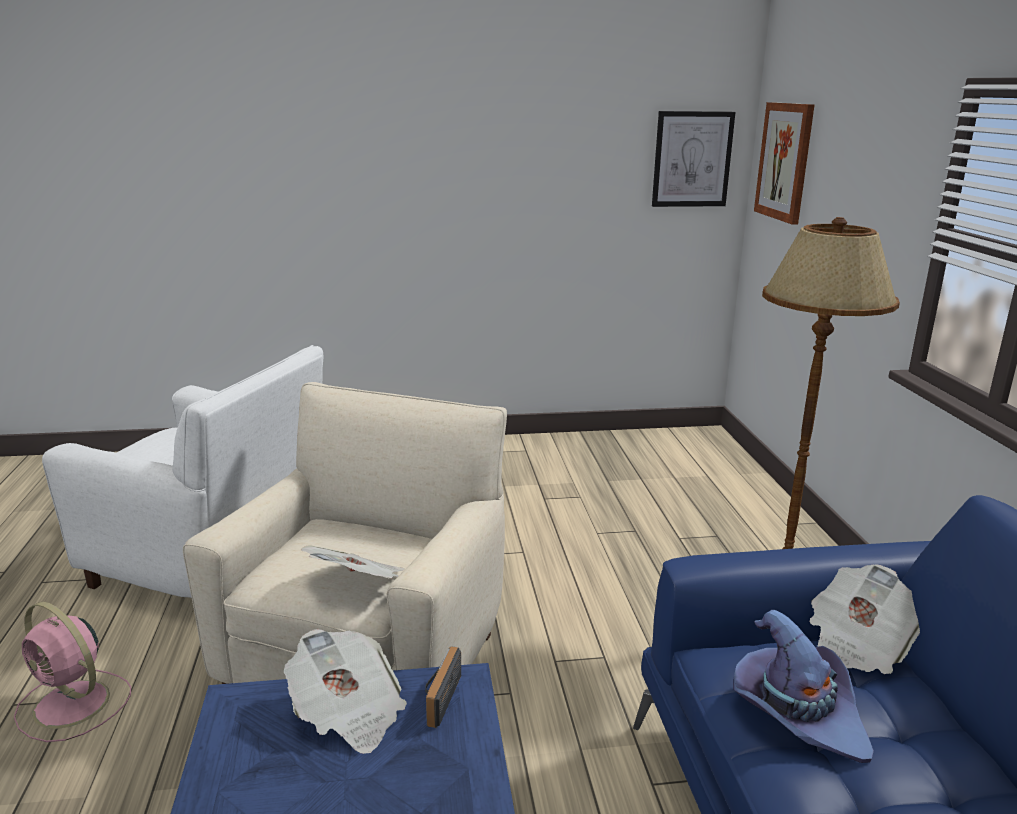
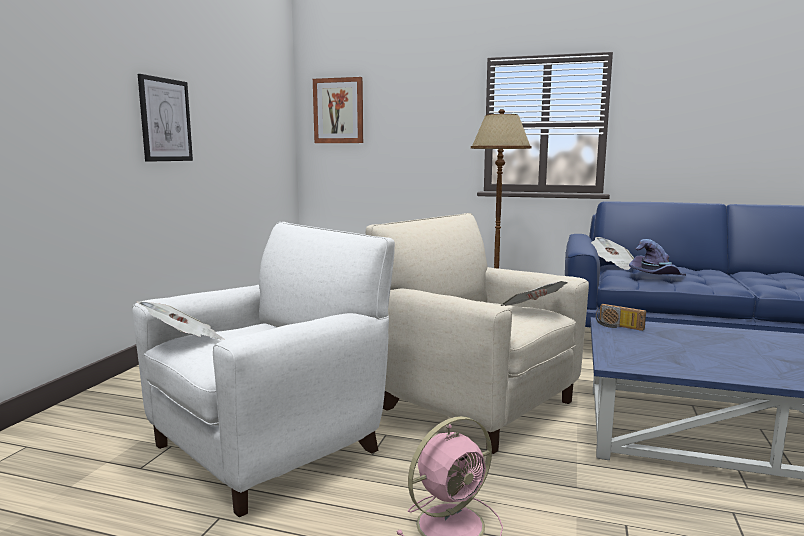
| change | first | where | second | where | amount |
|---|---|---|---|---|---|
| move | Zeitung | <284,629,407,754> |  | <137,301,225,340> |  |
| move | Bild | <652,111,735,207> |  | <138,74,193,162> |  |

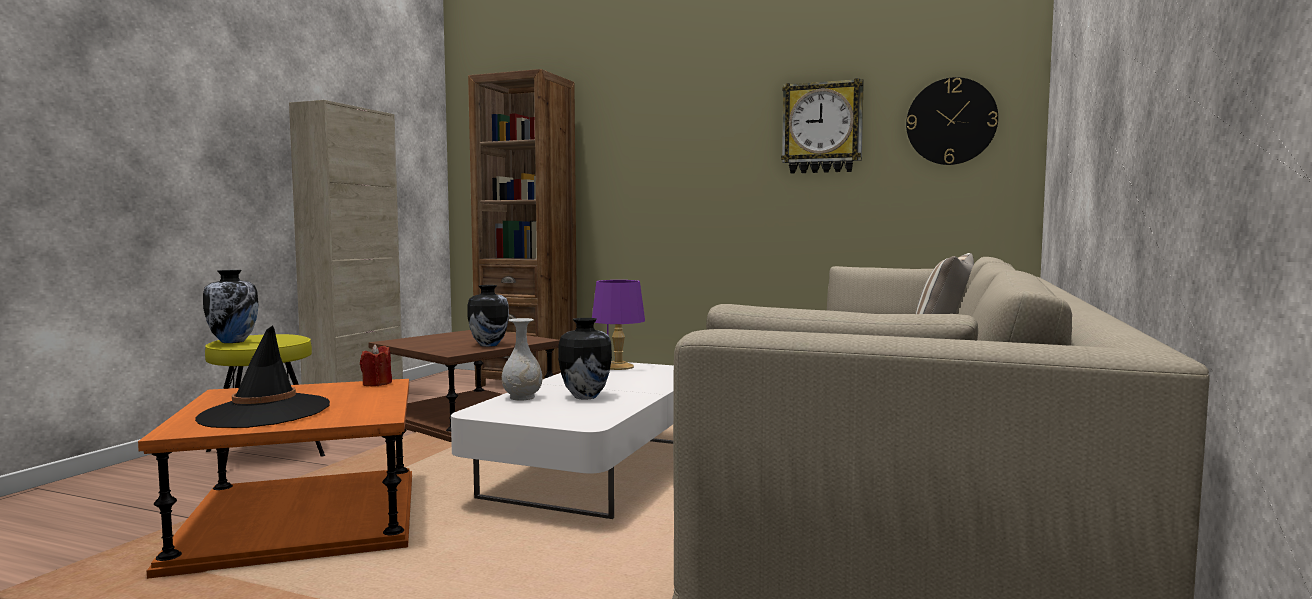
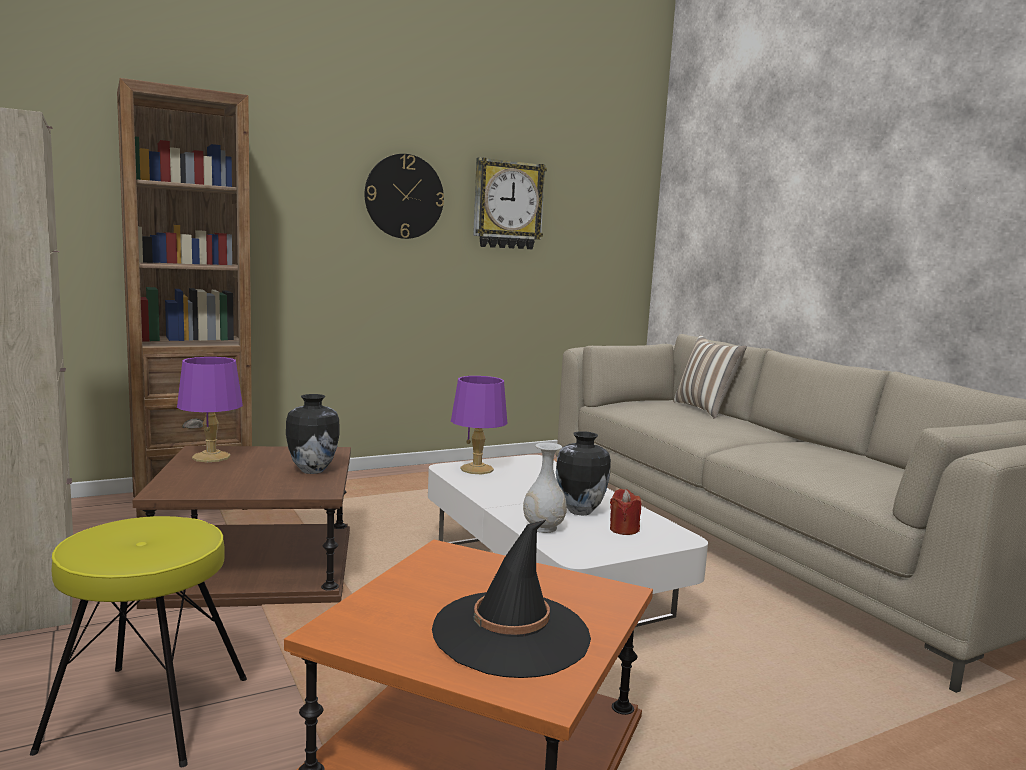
| change | first | where | second | where | amount |
|---|---|---|---|---|---|
| insert |  |  | Tischlampe (lila) | <177,357,243,462> |  |
| move | Wanduhr | <906,77,998,165> |  | <365,154,444,239> |  |
| move | Kerze (rot) | <360,345,392,386> |  | <610,489,641,535> |  |
| delete | Vase | <203,270,258,343> |  |  |  |

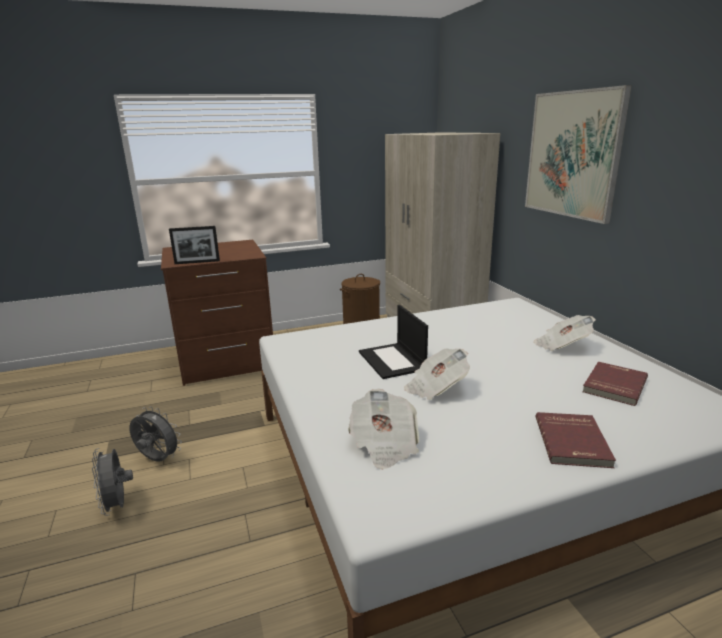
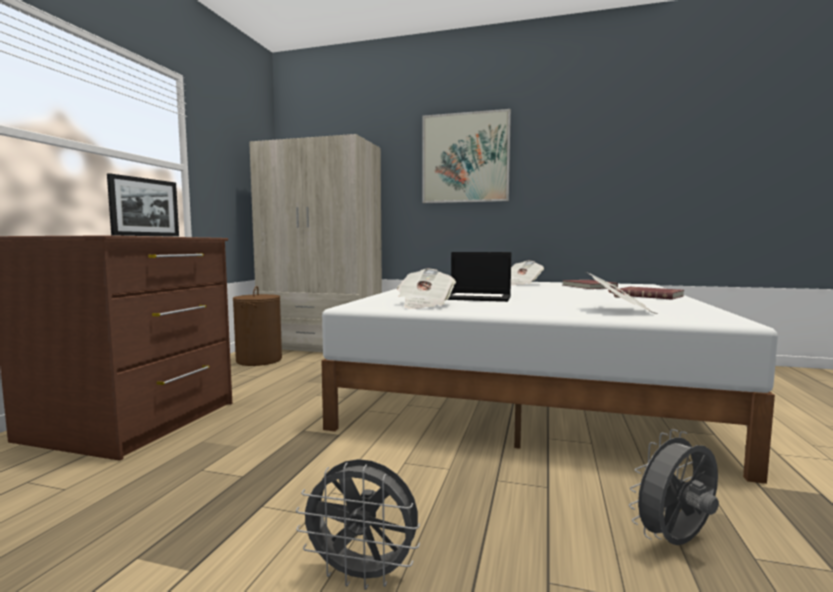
| change | first | where | second | where | amount |
|---|---|---|---|---|---|
| move | Zeitung | <404,348,470,400> |  | <397,269,456,309> |  |
| move | Ventilator (grau) | <129,406,182,461> |  | <629,429,719,545> |  |

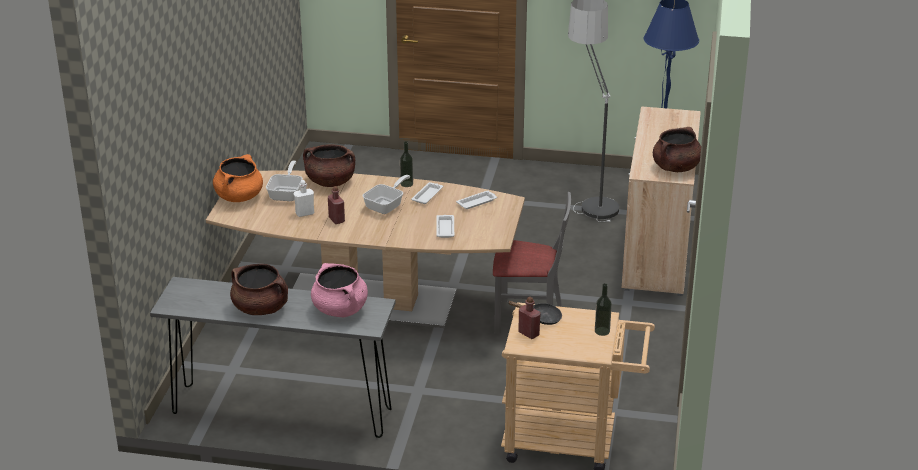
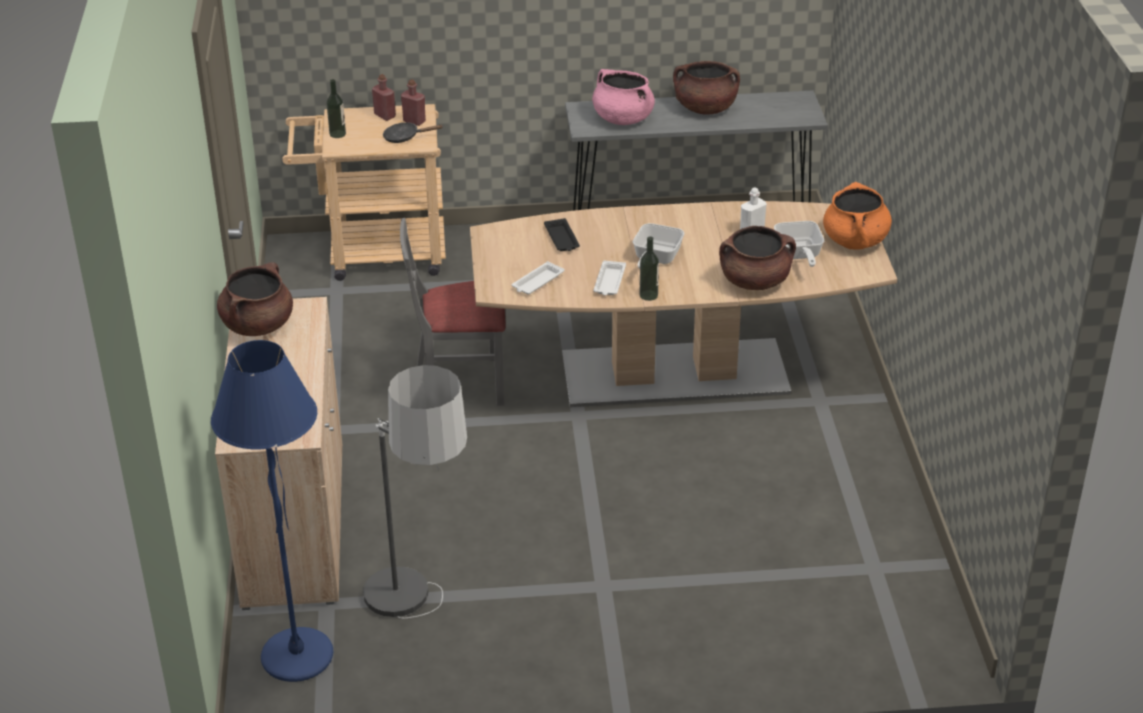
| change | first | where | second | where | amount |
|---|---|---|---|---|---|
| move | Flasche (rot) | <328,186,345,224> |  | <372,74,396,121> |  |
| recolor | Tablett (weiß) | <436,215,454,238> | Tablett (schwarz) | <544,218,580,251> |  |

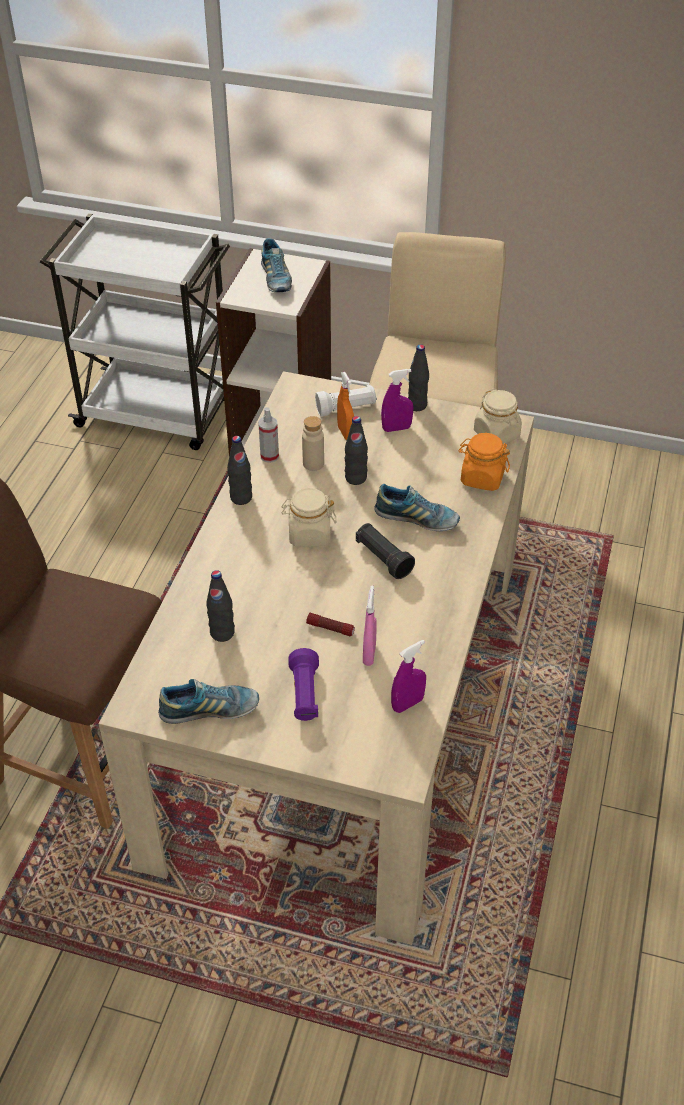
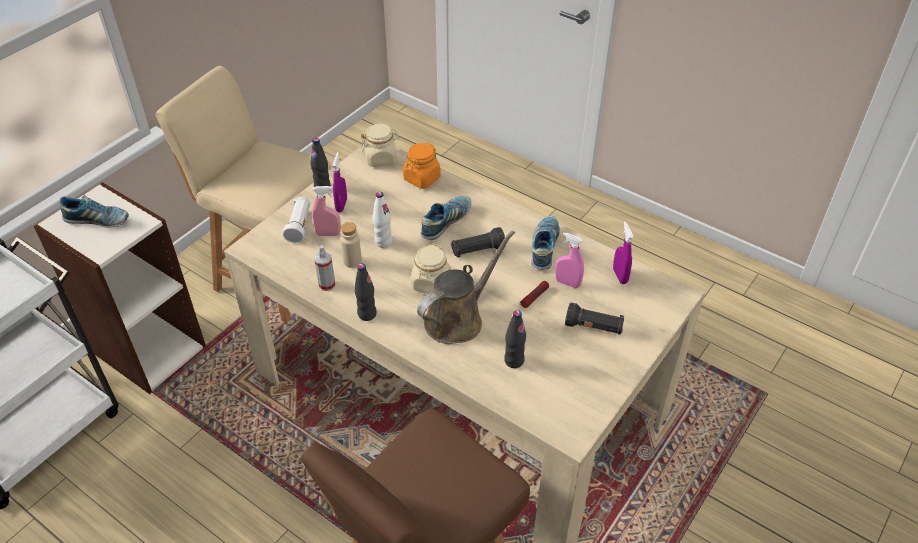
| change | first | where | second | where | amount |
|---|---|---|---|---|---|
| recolor | Sprühflasche (orange) | <337,372,354,440> | Sprühflasche (rosa) | <312,186,341,236> |  |
| recolor | Flasche (schwarz) | <345,416,368,485> | Flasche (weiß) | <372,192,393,248> |  |
| insert |  |  | Gießkanne (braun) | <417,230,515,344> |  |
| move | Schuh | <158,679,259,724> |  | <532,216,560,270> |  |
| recolor | Taschenlampe (lila) | <288,648,319,721> | Taschenlampe (schwarz) | <565,303,624,335> |  |

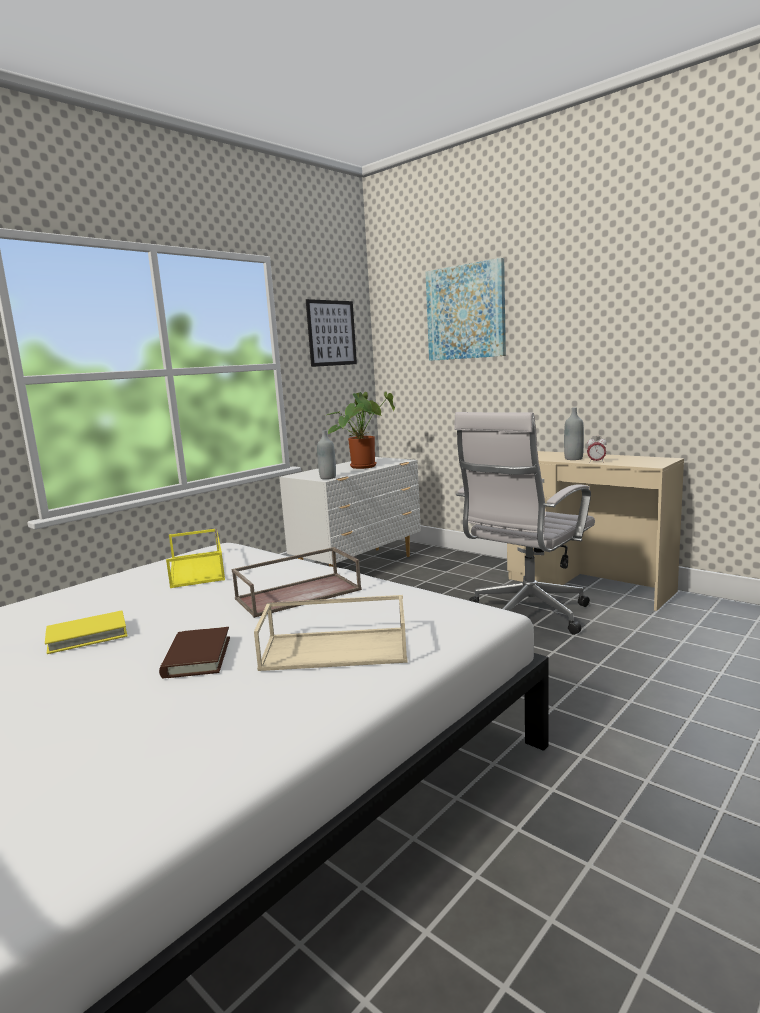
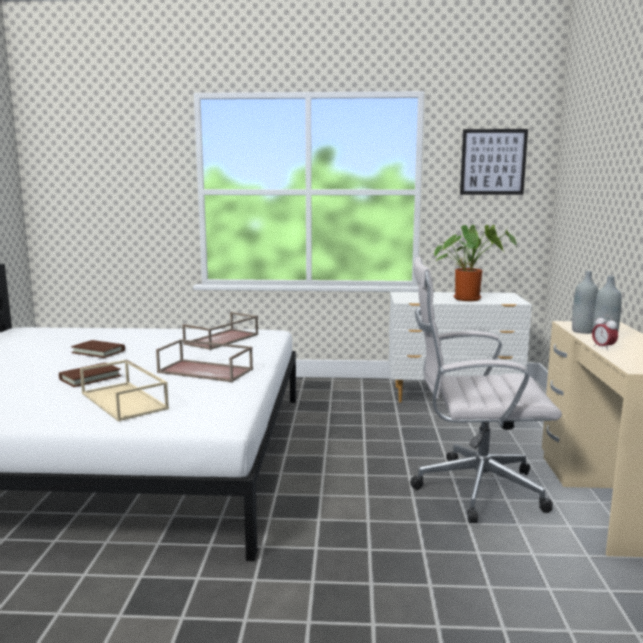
| change | first | where | second | where | amount |
|---|---|---|---|---|---|
| recolor | Buch (gelb) | <45,611,127,654> | Buch (braun) | <71,340,125,358> |  |
| recolor | Tablett (gelb) | <166,528,225,588> | Tablett (braun) | <182,312,258,350> |  |
| move | Flasche (grau) | <317,430,336,479> |  | <572,271,598,334> |  |
| delete | Bild | <425,258,506,361> |  |  |  |

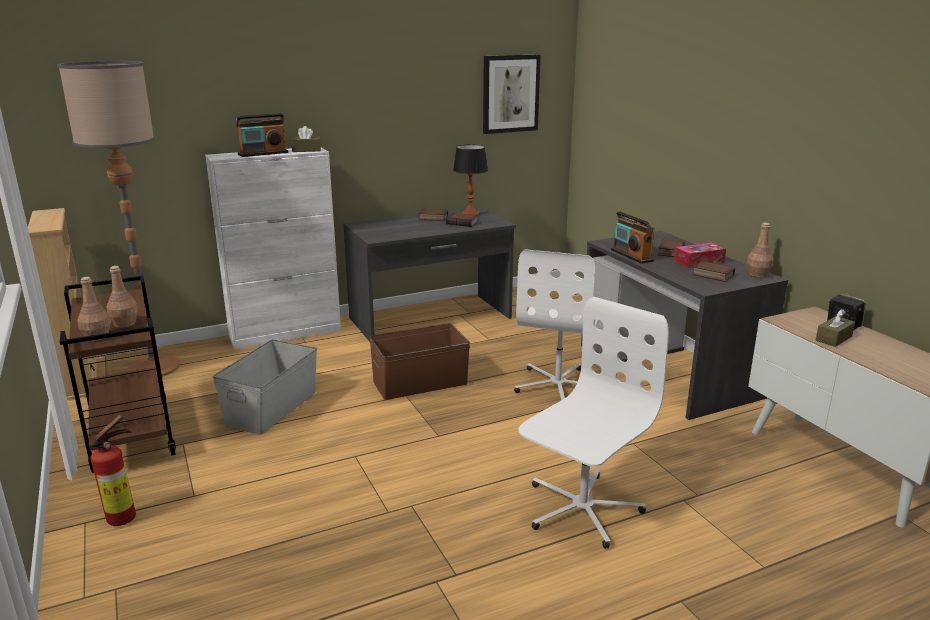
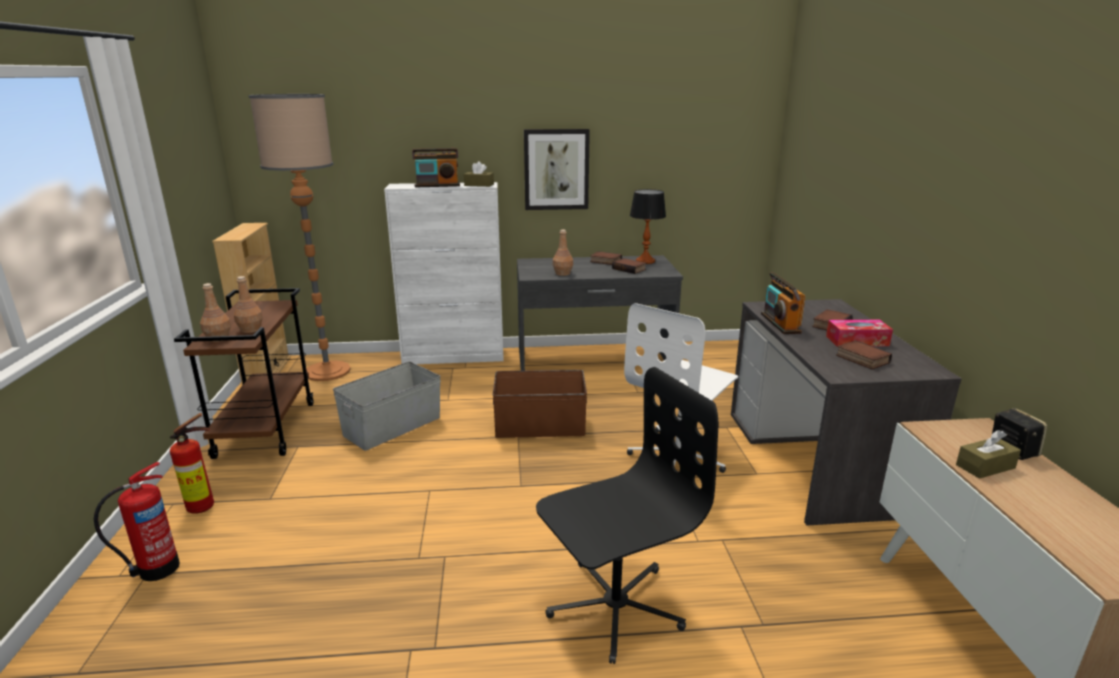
| change | first | where | second | where | amount |
|---|---|---|---|---|---|
| insert |  |  | Feuerlöscher | <94,462,180,581> |  |
| move | Bild | <483,54,541,134> |  | <524,129,590,210> |  |
| recolor | Bürostuhl (weiß) | <518,297,669,549> | Bürostuhl (schwarz) | <536,367,718,664> |  |
| move | Flasche (braun) | <747,223,774,278> |  | <553,230,573,276> |  |

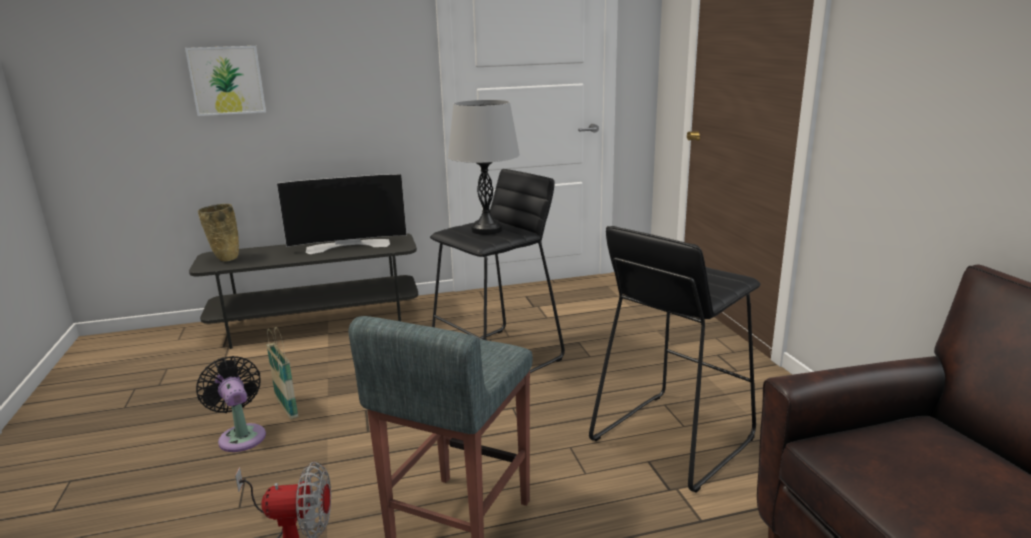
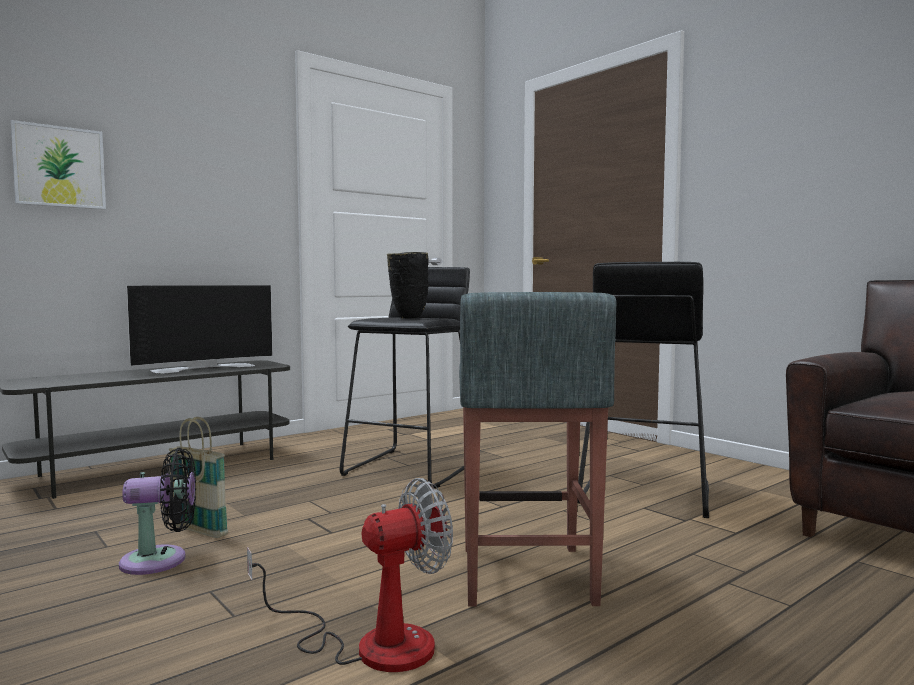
| change | first | where | second | where | amount |
|---|---|---|---|---|---|
| rotate | Ventilator (schwarz) | <196,356,266,452> |  | <119,448,196,575> | 135 degrees clockwise |
| replace | Tischlampe (grau) | <448,100,520,235> | Vase (schwarz) | <387,252,429,318> |  |
| delete | Vase (beige) | <198,204,239,261> |  |  |  |

